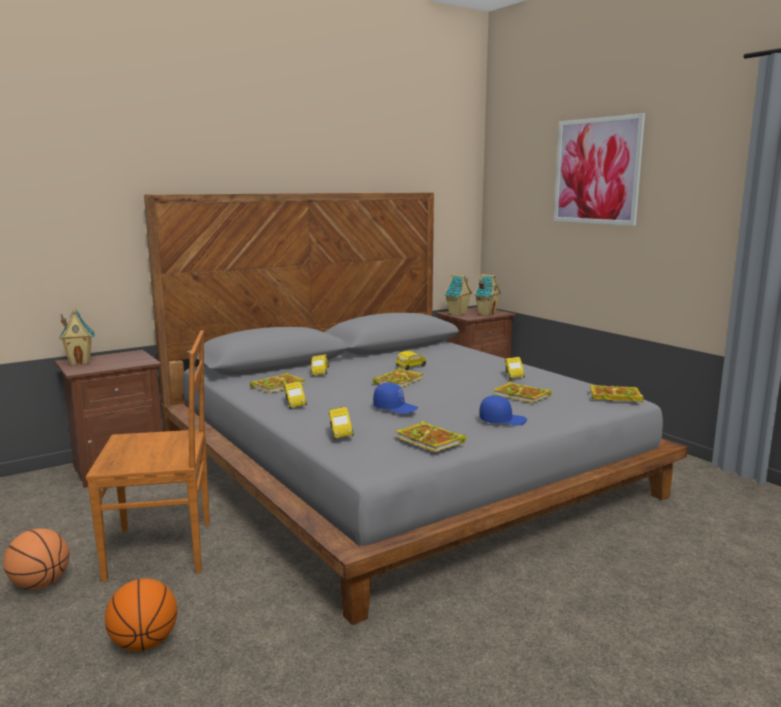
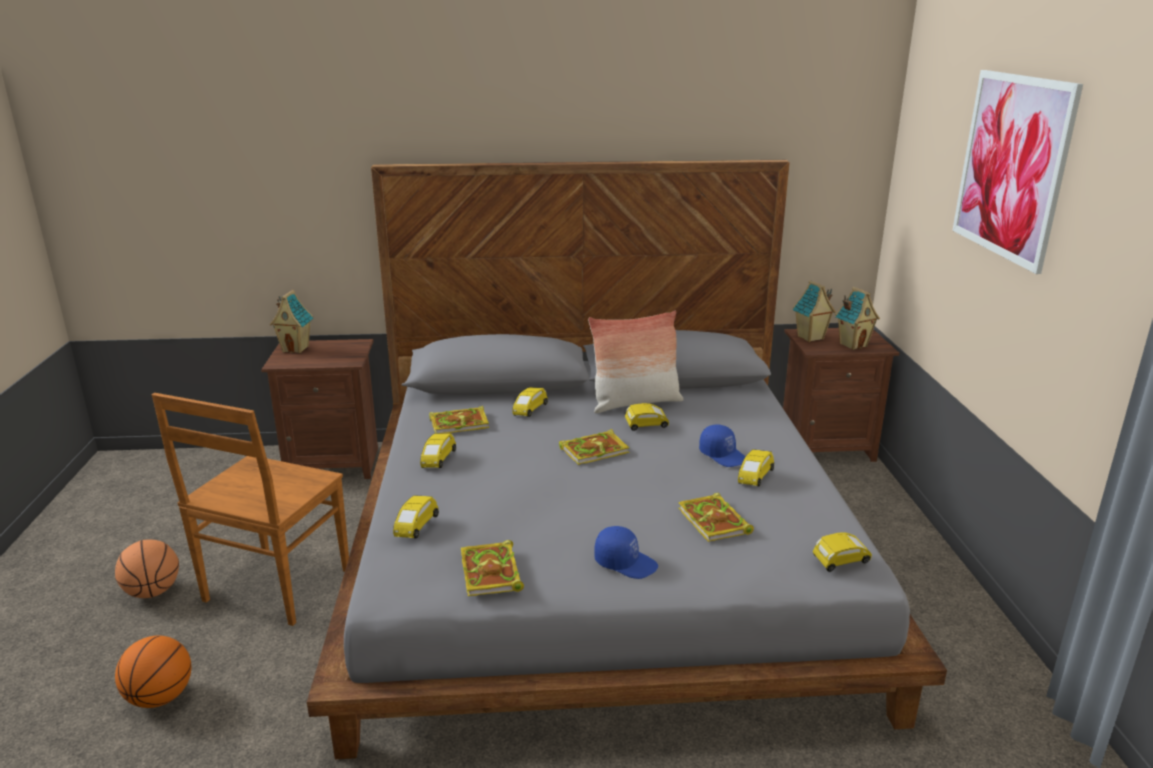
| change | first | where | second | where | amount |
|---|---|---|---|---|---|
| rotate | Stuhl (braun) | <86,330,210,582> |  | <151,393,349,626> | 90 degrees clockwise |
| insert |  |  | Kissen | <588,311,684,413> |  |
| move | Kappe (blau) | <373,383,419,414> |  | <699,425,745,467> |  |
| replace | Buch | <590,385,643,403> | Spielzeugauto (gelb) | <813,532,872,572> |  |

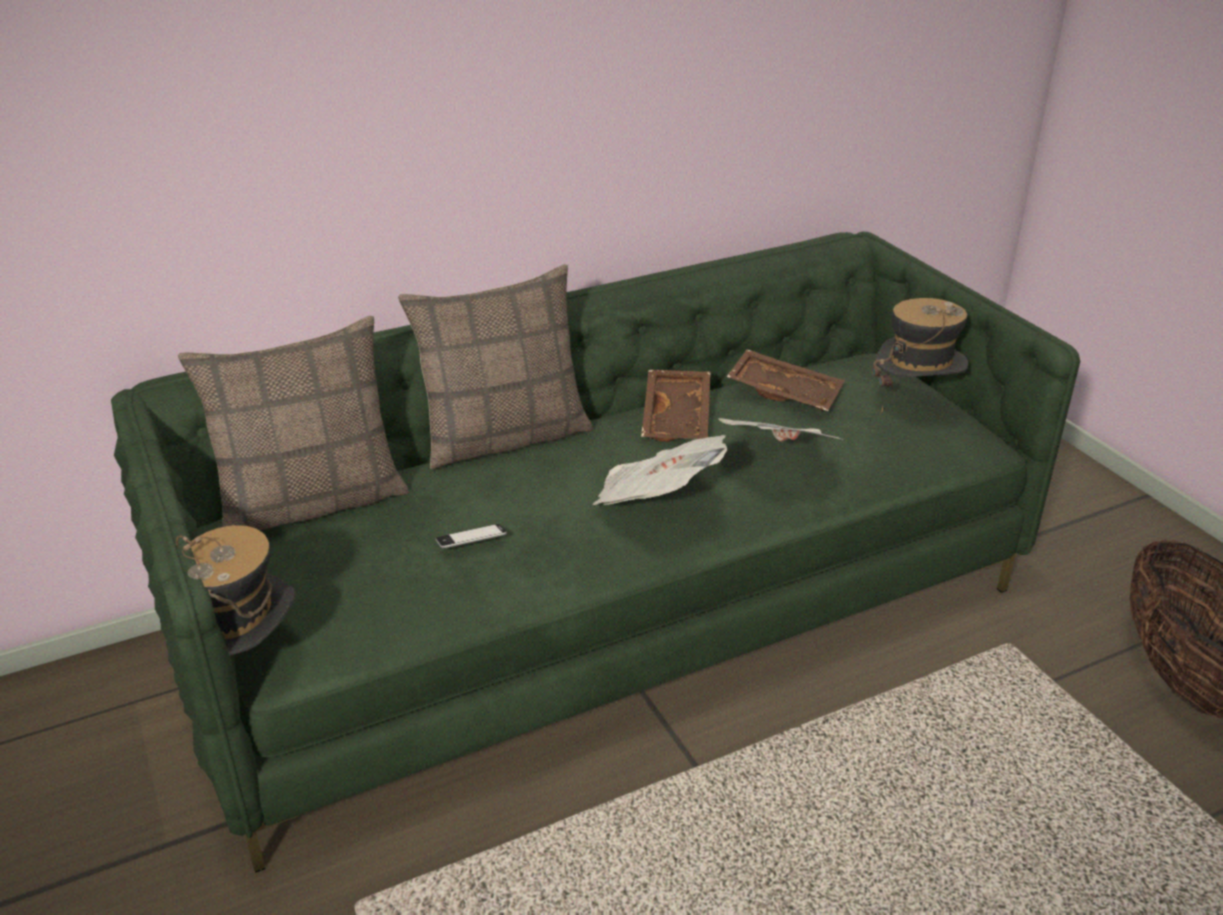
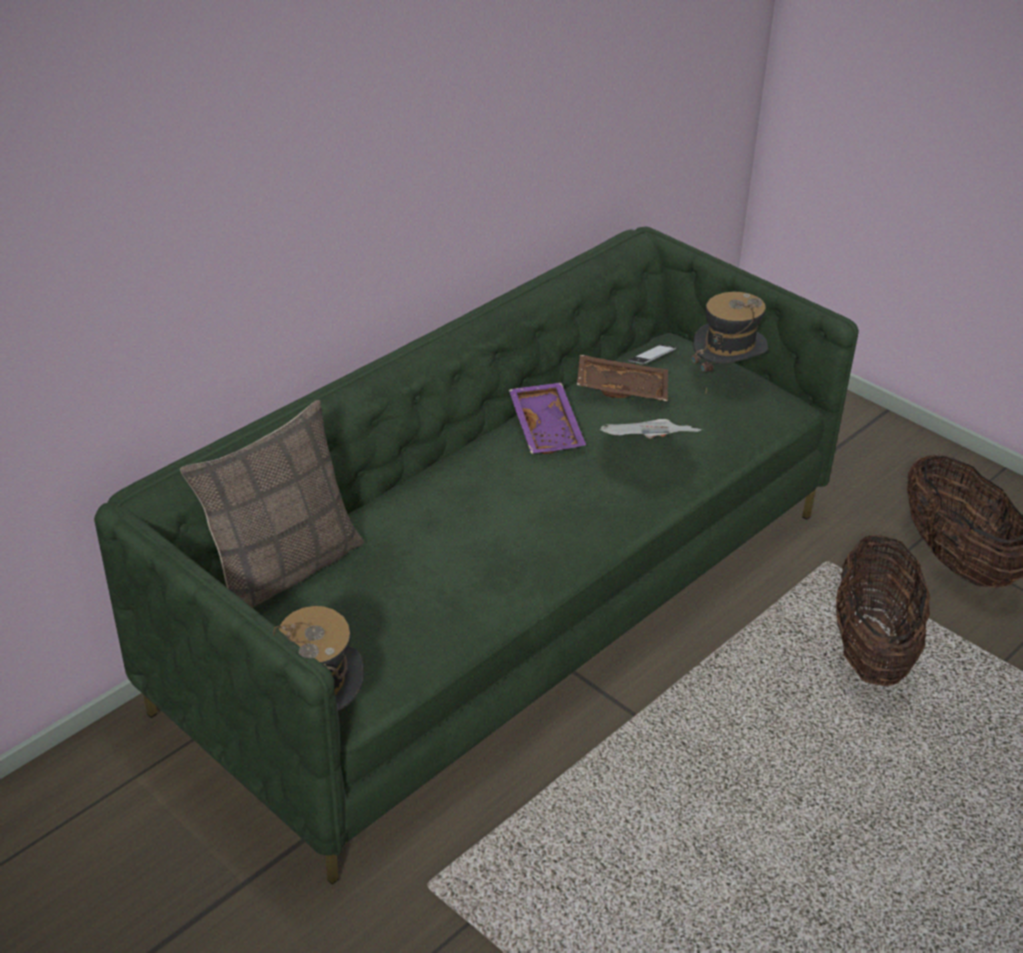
| change | first | where | second | where | amount |
|---|---|---|---|---|---|
| recolor | Tablett (braun) | <641,370,711,442> | Tablett (lila) | <509,382,586,454> |  |
| move | Handy | <435,524,507,549> |  | <628,344,676,365> |  |
| insert |  |  | Korb | <836,535,931,686> |  |
| delete | Kissen | <398,264,593,469> |  |  |  |
| delete | Zeitung | <593,435,727,505> |  |  |  |

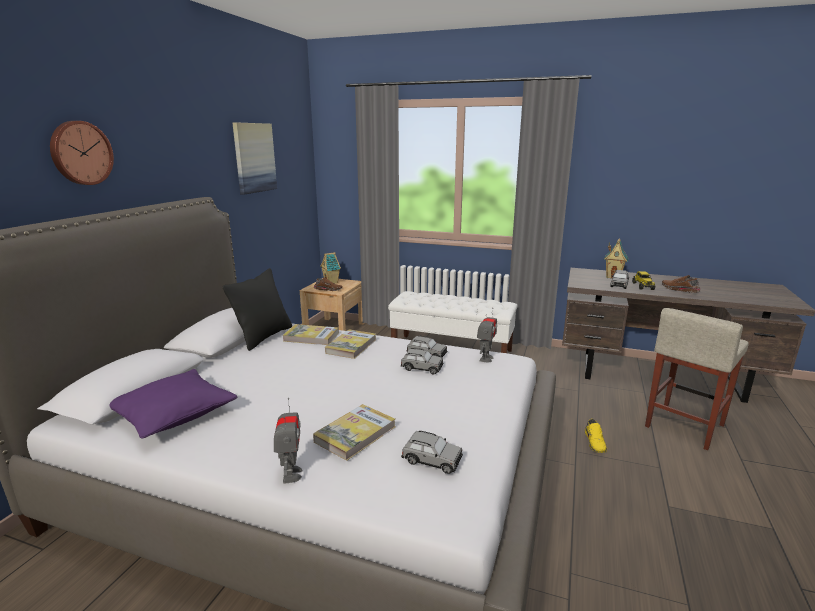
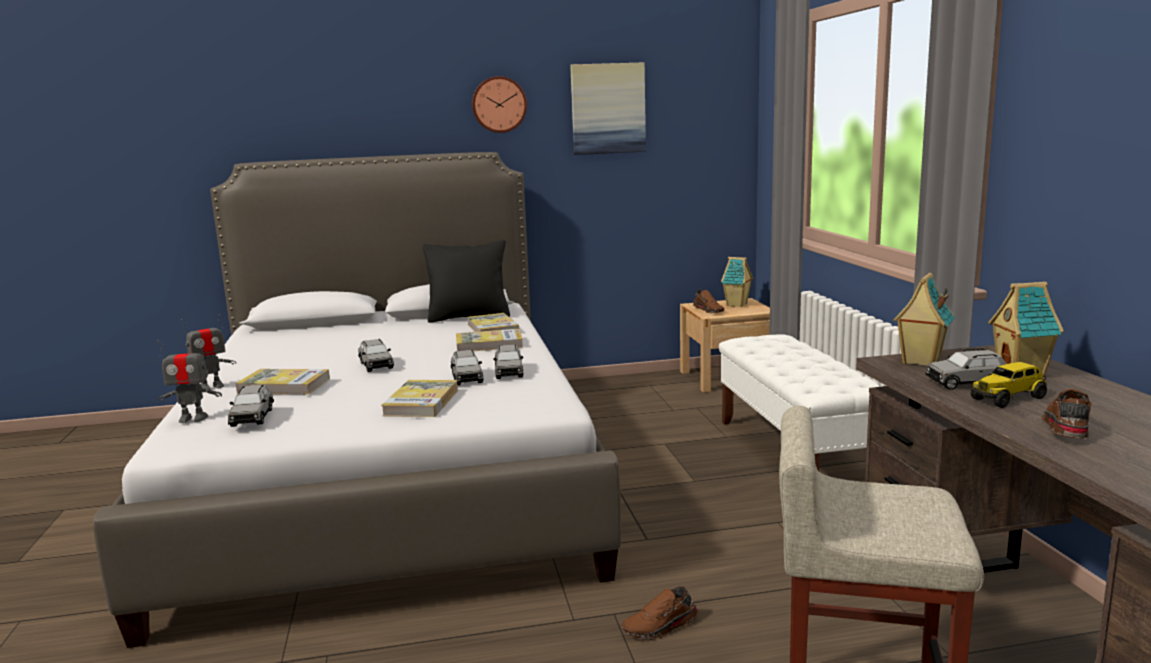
| change | first | where | second | where | amount |
|---|---|---|---|---|---|
| move | Spielzeugroboter | <477,308,497,362> |  | <157,340,222,423> |  |
| insert |  |  | Spielzeugauto (grau) | <358,339,394,372> |  |
| insert |  |  | Buch | <381,380,458,417> |  |
| move | Wanduhr | <50,121,114,185> |  | <472,76,527,133> |  |
| recolor | Schuh (gelb) | <585,419,607,453> | Schuh (braun) | <622,586,699,640> |  |
| insert |  |  | Spielzeughaus | <893,273,955,365> |  |
| delete | Kissen (lila) | <109,369,237,439> |  |  |  |

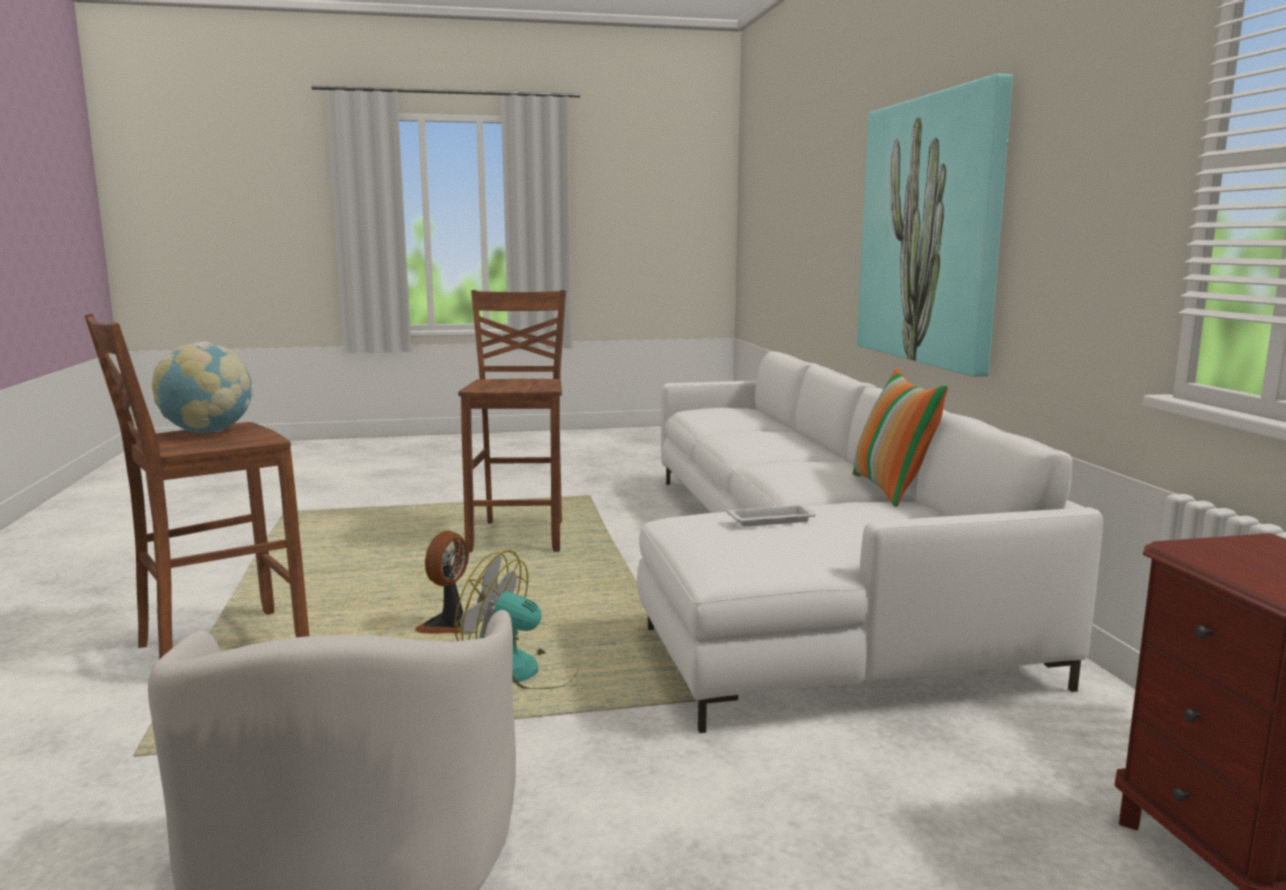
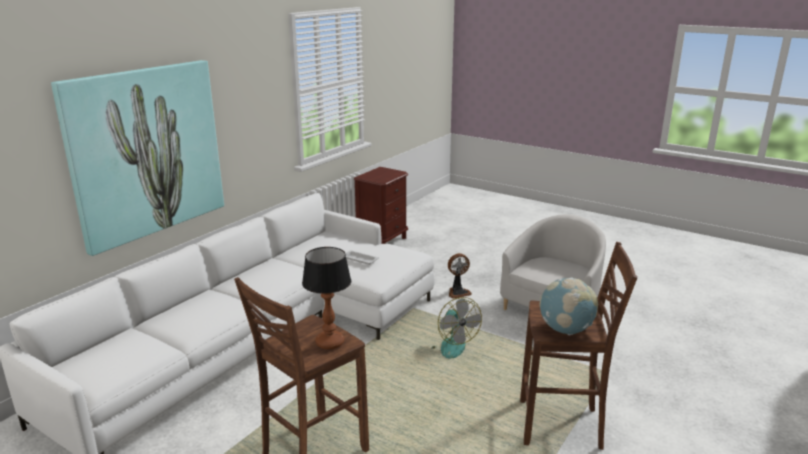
| change | first | where | second | where | amount |
|---|---|---|---|---|---|
| insert |  |  | Tischlampe | <302,247,351,349> |  |
| move | Ventilator | <415,531,469,634> |  | <448,253,472,299> |  |
| delete | Kissen | <852,368,948,507> |  |  |  |

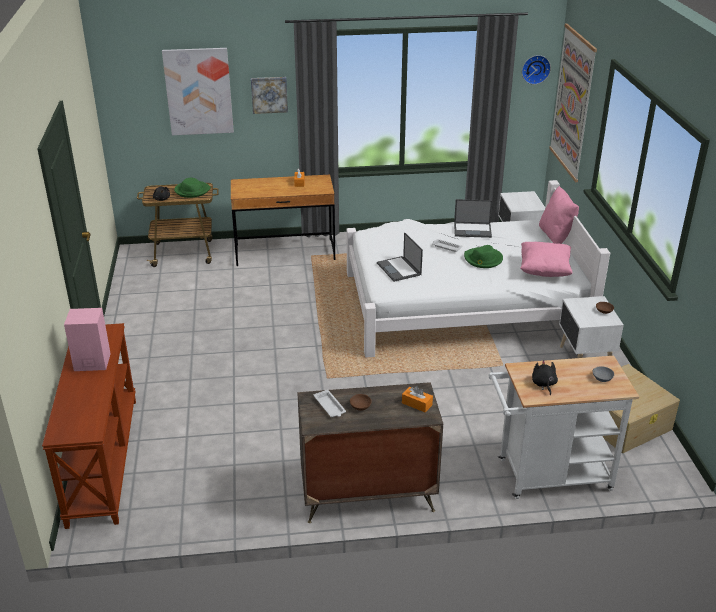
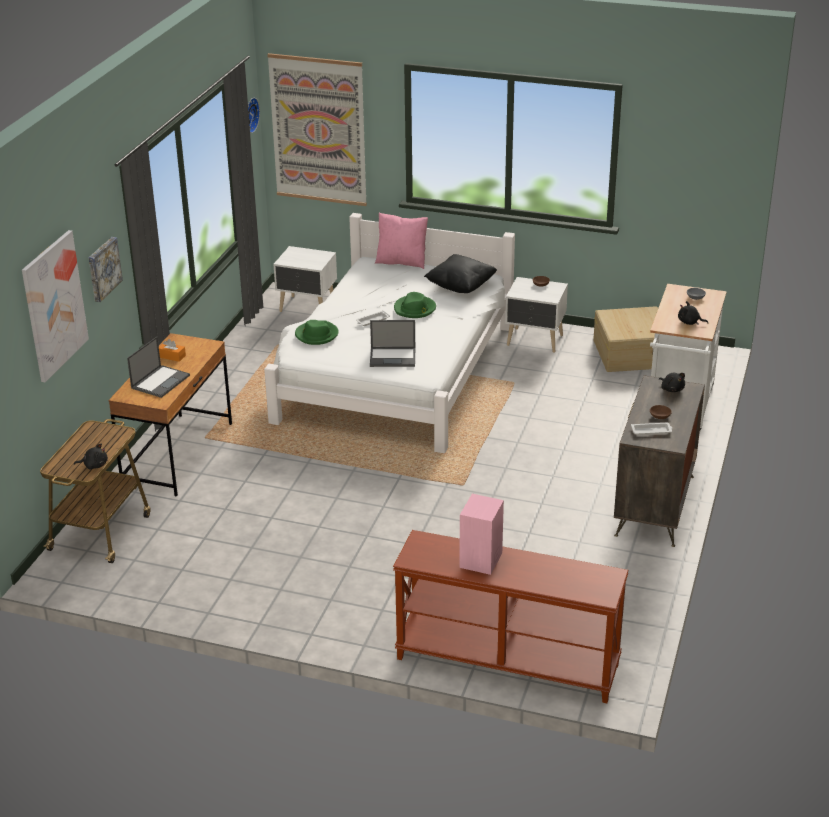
| change | first | where | second | where | amount |
|---|---|---|---|---|---|
| move | Laptop | <454,199,492,238> |  | <127,337,190,398> |  |
| move | Hut (grün) | <174,178,211,198> |  | <295,320,339,345> |  |
| recolor | Kissen (rosa) | <520,242,573,277> | Kissen (schwarz) | <424,254,497,293> |  |
| replace | Taschentuchbox (orange) | <402,386,433,413> | Plüschtier (schwarz) | <659,373,685,392> |  |

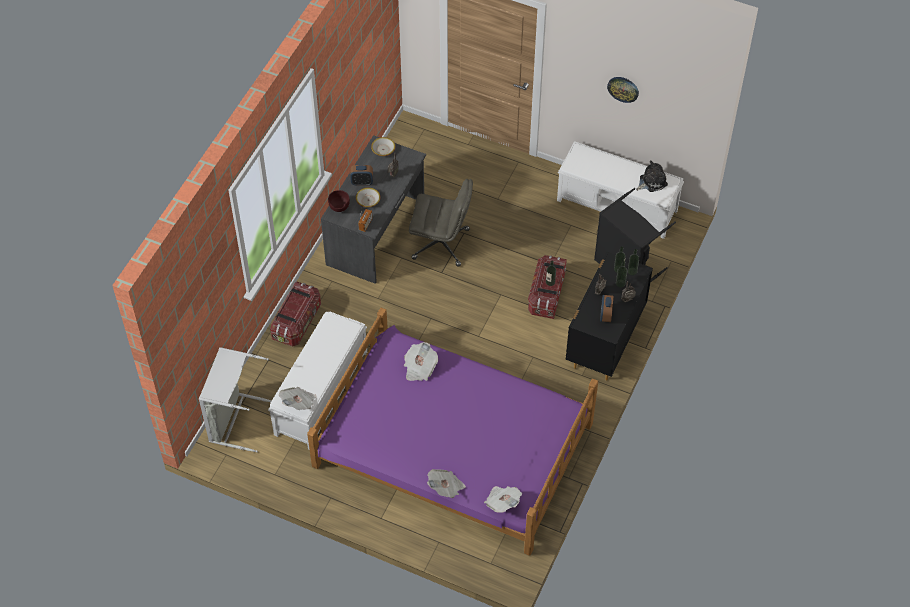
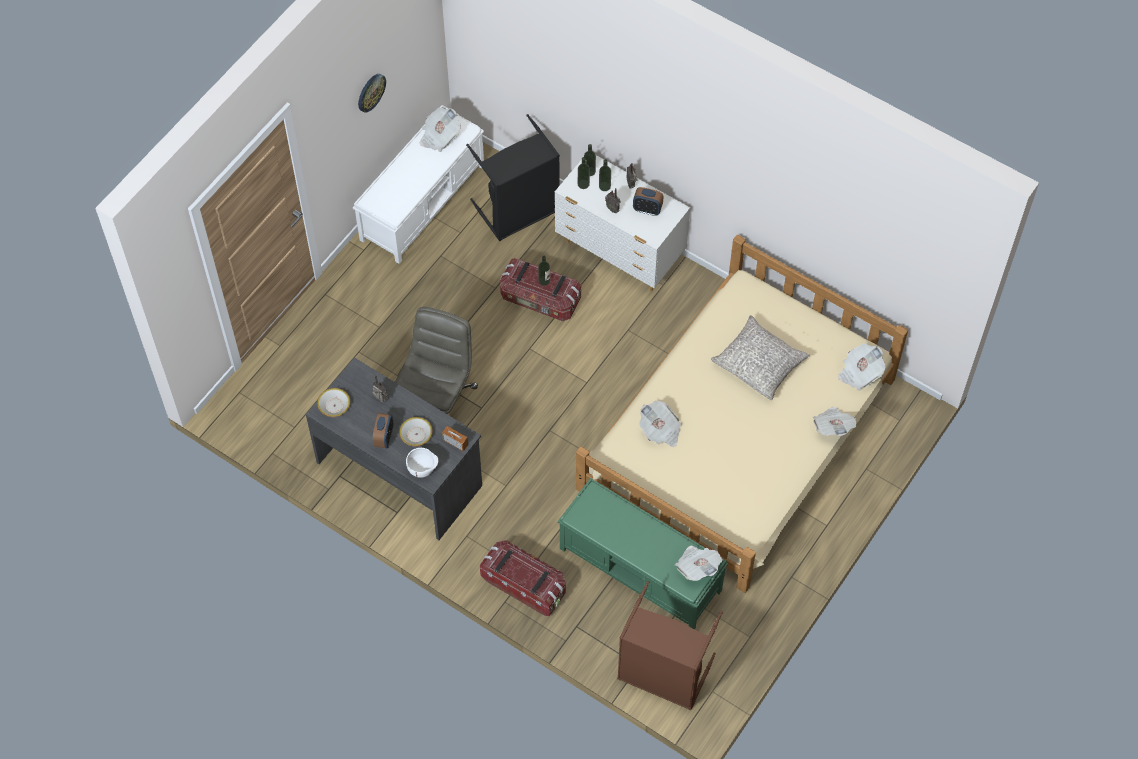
| change | first | where | second | where | amount |
|---|---|---|---|---|---|
| recolor | Schüssel (braun) | <328,190,350,212> | Schüssel (weiß) | <406,448,438,478> |  |
| replace | Plüschtier | <636,160,668,192> | Zeitung | <420,108,461,152> |  |
| recolor | Kommode (schwarz) | <565,251,653,381> | Kommode (weiß) | <555,155,690,291> |  |
| recolor | Bank (weiß) | <268,311,367,450> | Bank (grün) | <558,478,728,629> |  |
| recolor | Bett (lila) | <307,308,598,556> | Bett (beige) | <576,235,908,593> |  |
| recolor | Wäschekorb (grau) | <199,347,272,452> | Wäschekorb (braun) | <617,581,723,710> |  |
| insert |  |  | Kissen (grau) | <711,315,810,400> |  |

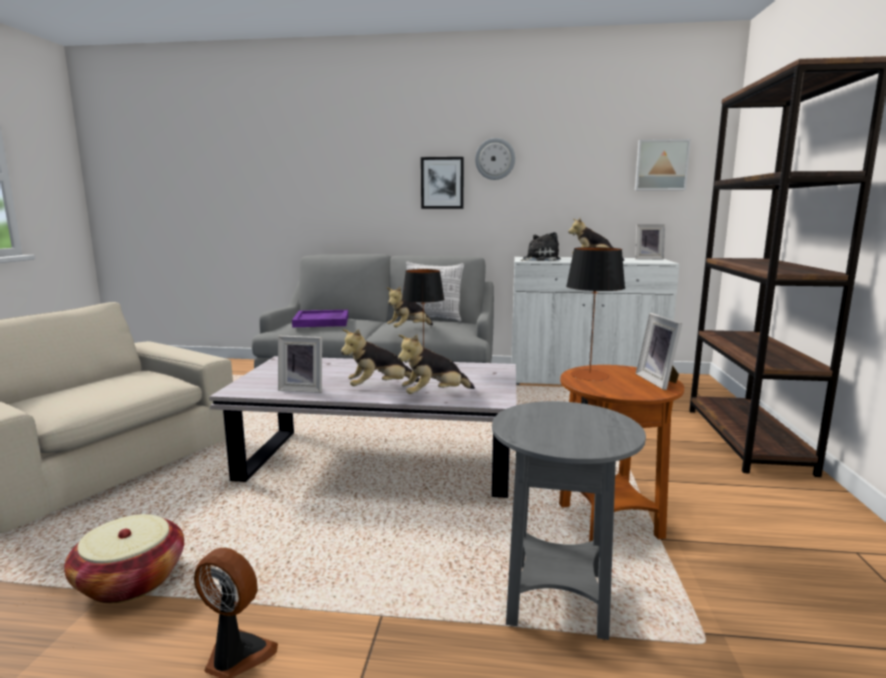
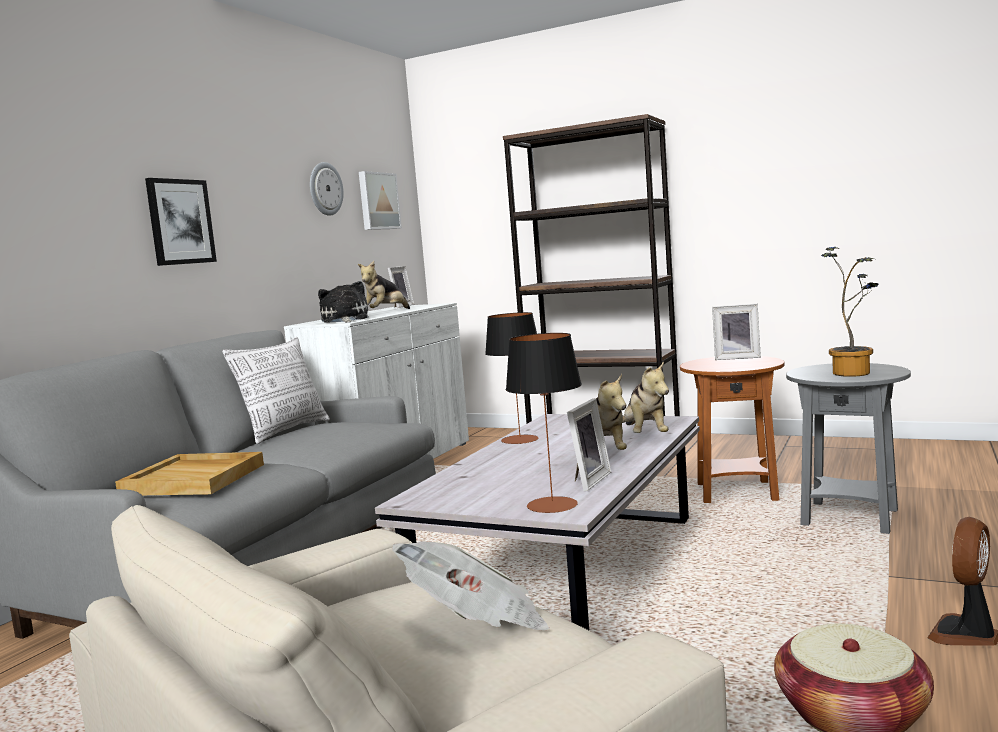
| change | first | where | second | where | amount |
|---|---|---|---|---|---|
| recolor | Tablett (lila) | <292,310,348,327> | Tablett (beige) | <115,452,264,495> |  |
| move | Wanduhr | <475,138,515,180> |  | <310,162,344,216> |  |
| insert |  |  | Zeitung | <392,542,550,630> |  |
| move | Tischlampe | <566,247,625,381> |  | <506,333,582,513> |  |
| insert |  |  | Topfpflanze | <821,247,878,377> |  |
| delete | Plüschtier | <387,286,433,327> |  |  |  |

